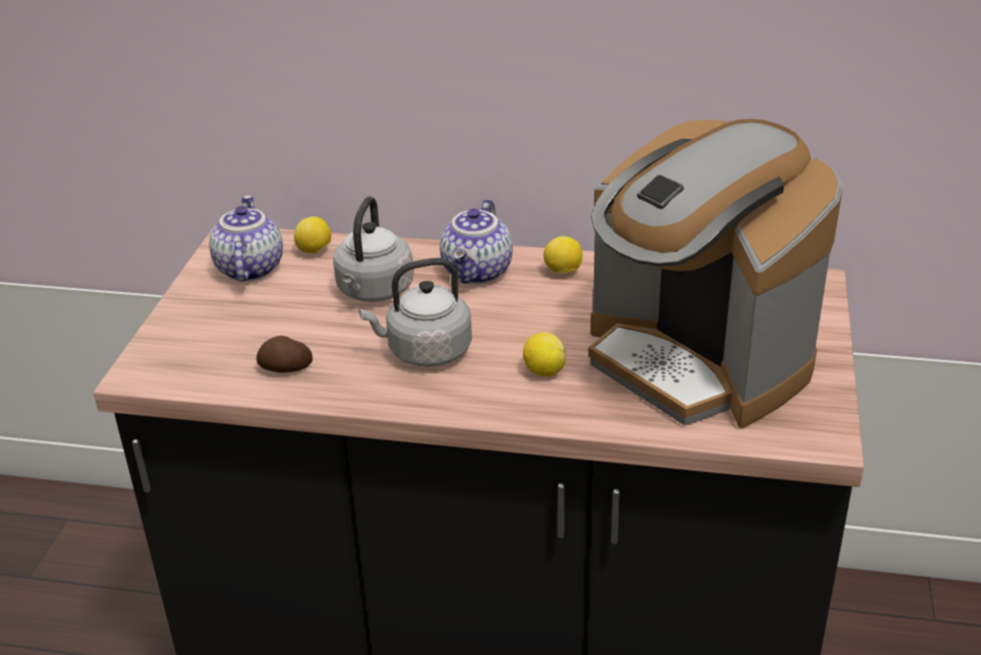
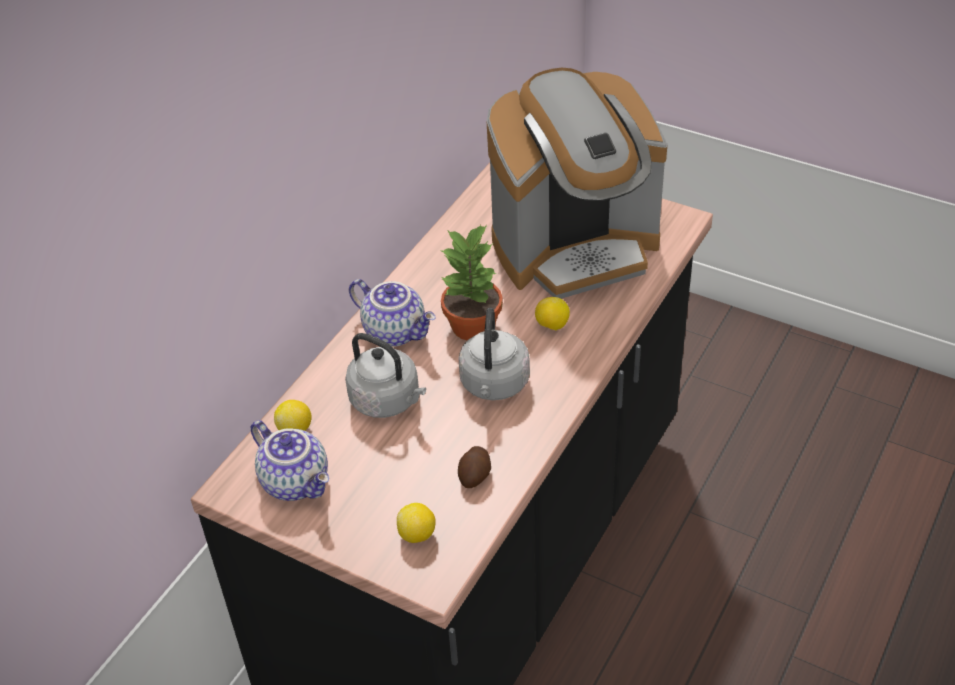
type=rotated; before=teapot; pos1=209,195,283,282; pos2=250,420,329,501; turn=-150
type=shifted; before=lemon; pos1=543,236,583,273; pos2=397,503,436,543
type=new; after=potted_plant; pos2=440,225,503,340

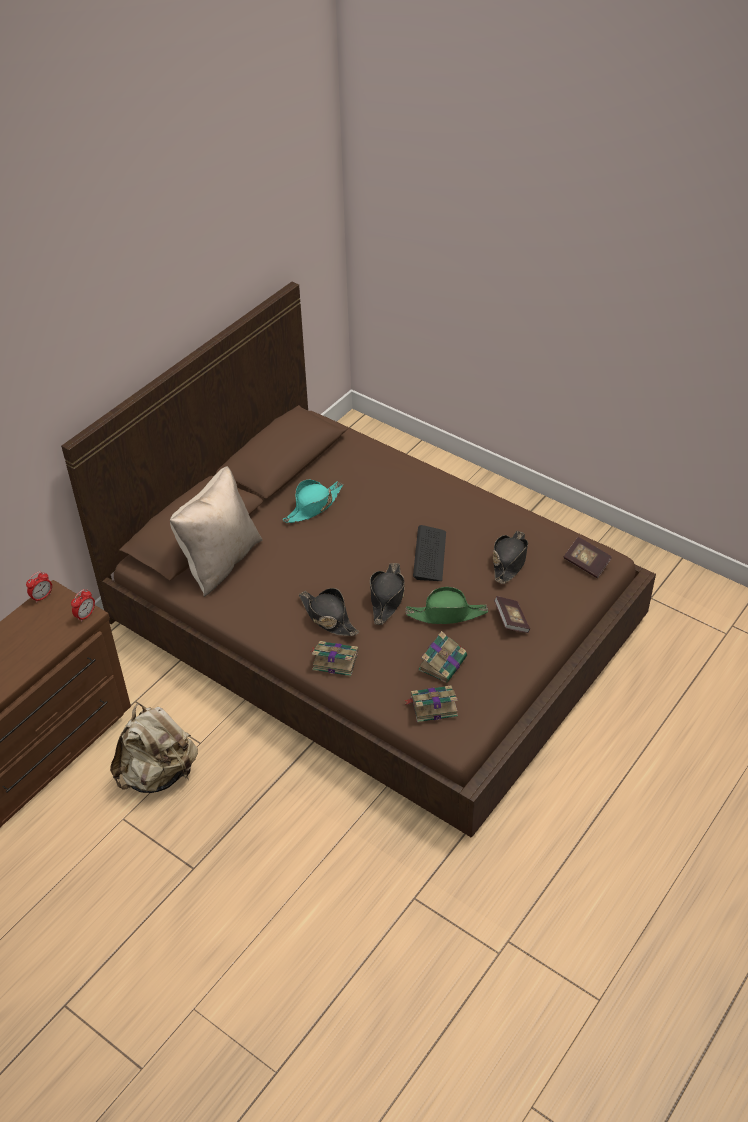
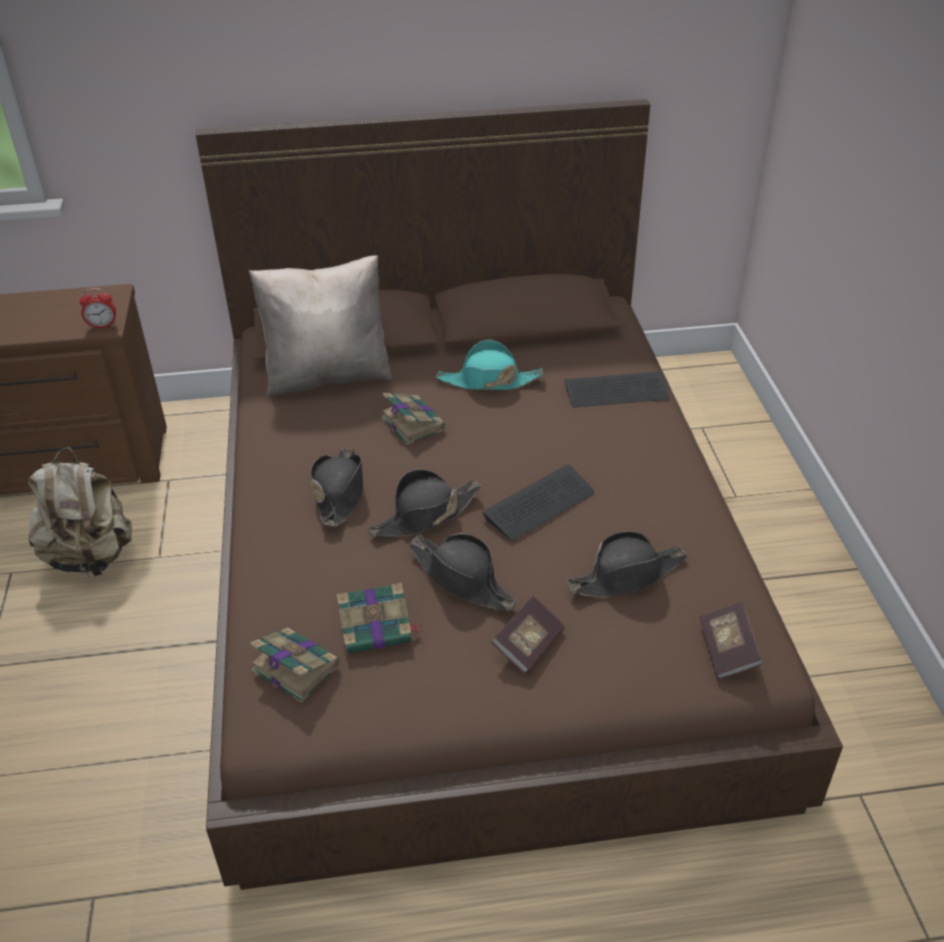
type=gone; before=alarm_clock; pos1=26,571,52,603
type=shifted; before=book; pos1=310,641,358,676; pos2=381,393,445,445
type=repainted; before=green_hat; after=black_hat; pos1=406,587,488,624; pos2=408,533,517,611
type=new; after=keyboard; pos2=564,371,669,407

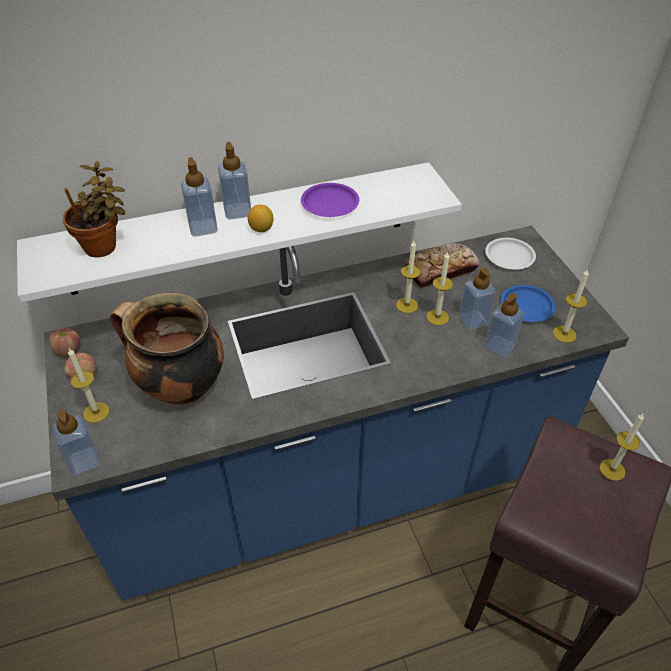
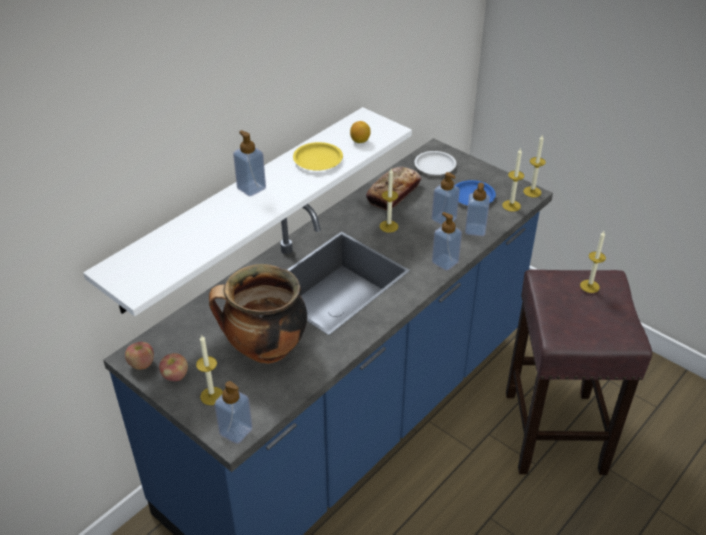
type=gone; before=potted_plant; pos1=63,161,125,257
type=shifted; before=soap_dispenser; pos1=181,157,218,237; pos2=432,212,462,271
type=shifted; before=lemon; pos1=248,205,274,232; pos2=350,121,371,143
type=repainted; before=purple_plate; after=yellow_plate; pos1=301,183,359,217; pos2=293,142,343,171
type=shifted; before=candle; pos1=426,252,453,325; pos2=523,135,546,197

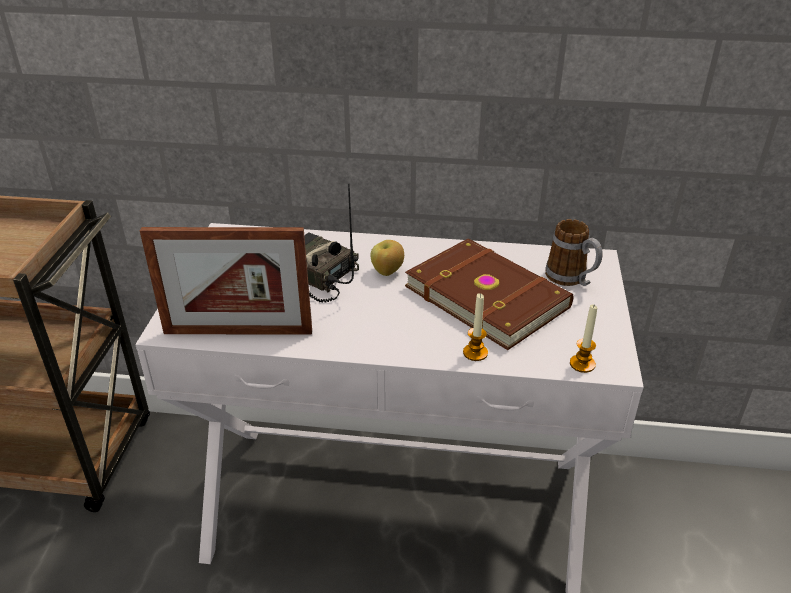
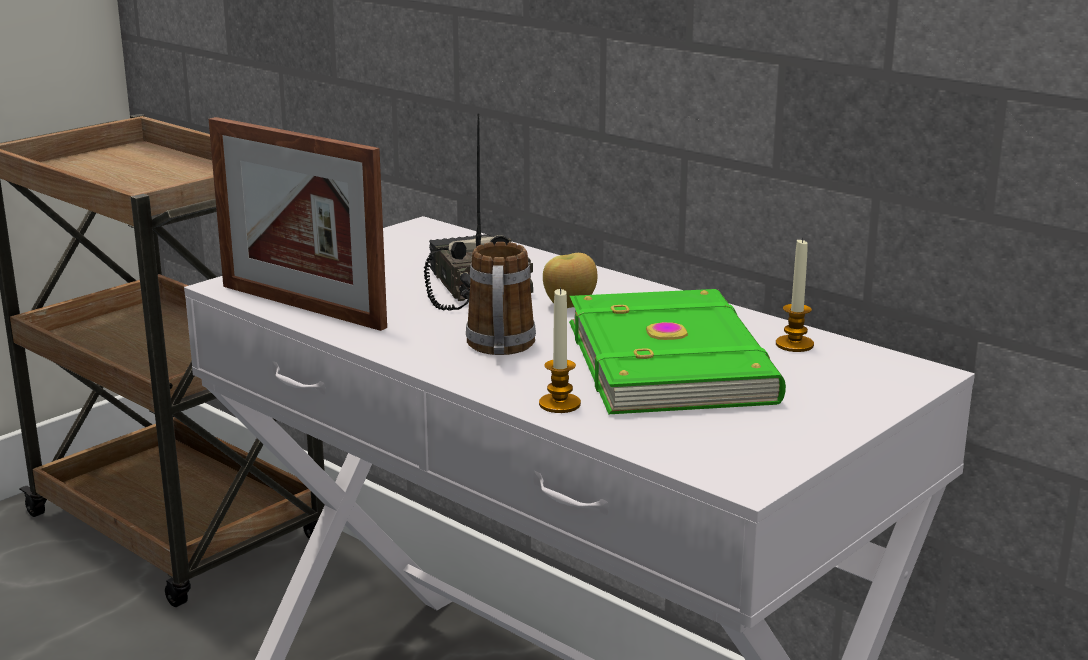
type=repainted; before=brown_book; after=green_book; pos1=405,238,574,350; pos2=569,289,786,414
type=shifted; before=mug; pos1=545,219,603,286; pos2=466,242,536,355
type=shifted; before=candle; pos1=570,305,597,373; pos2=776,237,814,352

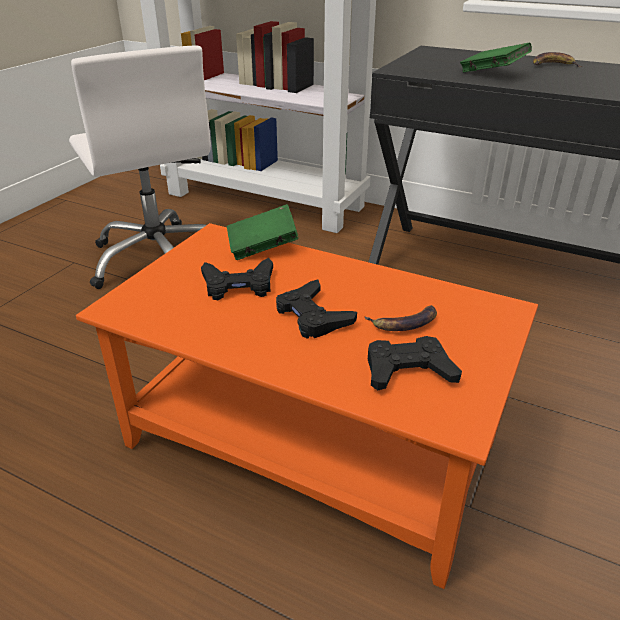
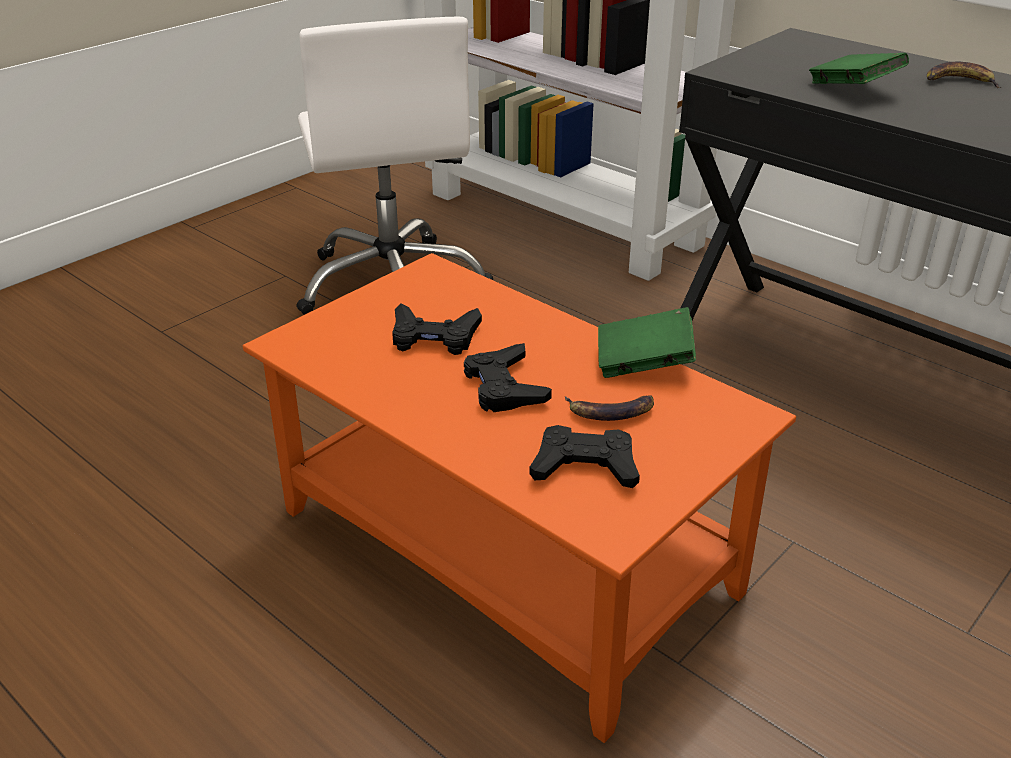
type=shifted; before=green_book; pos1=227,204,299,260; pos2=598,307,696,378

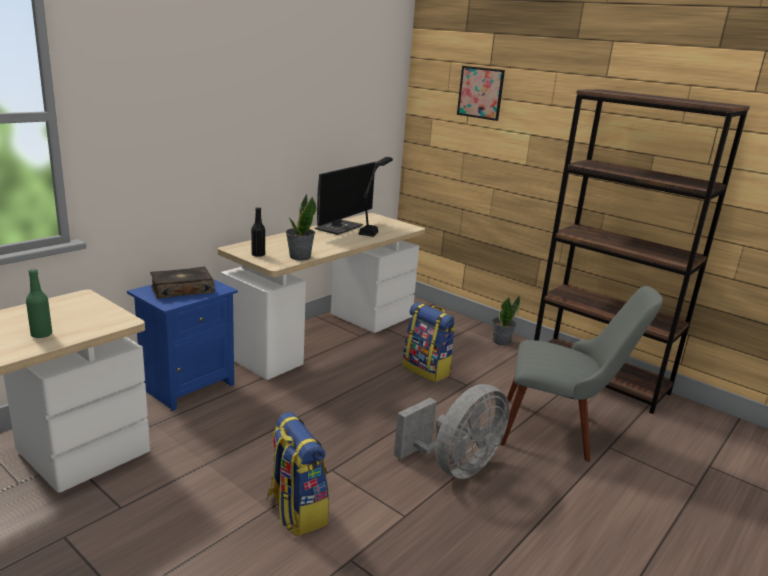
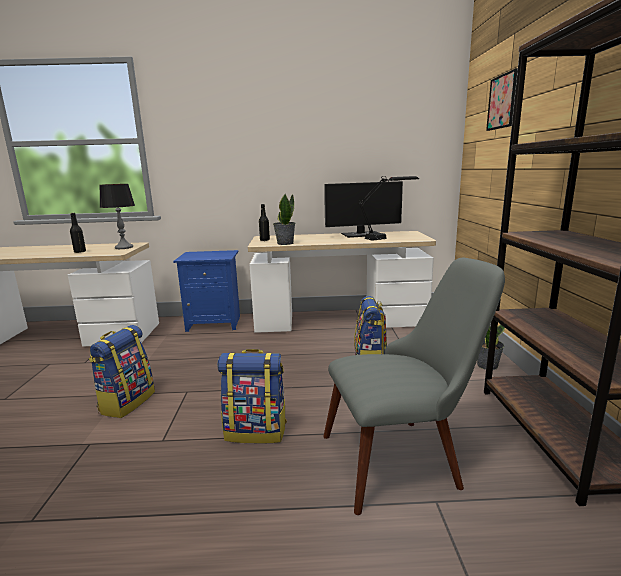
type=repainted; before=green_bottle; after=black_bottle; pos1=26,269,52,338; pos2=70,213,86,253
type=gone; before=book; pos1=150,266,215,299
type=swapped; before=grey_fan; after=backpack; pos1=394,384,509,479; pos2=217,349,287,444
type=rotated; before=grey_chair; pos1=500,286,663,462; pos2=323,258,505,515; turn=-75
type=new; after=table_lamp; pos2=100,184,135,249

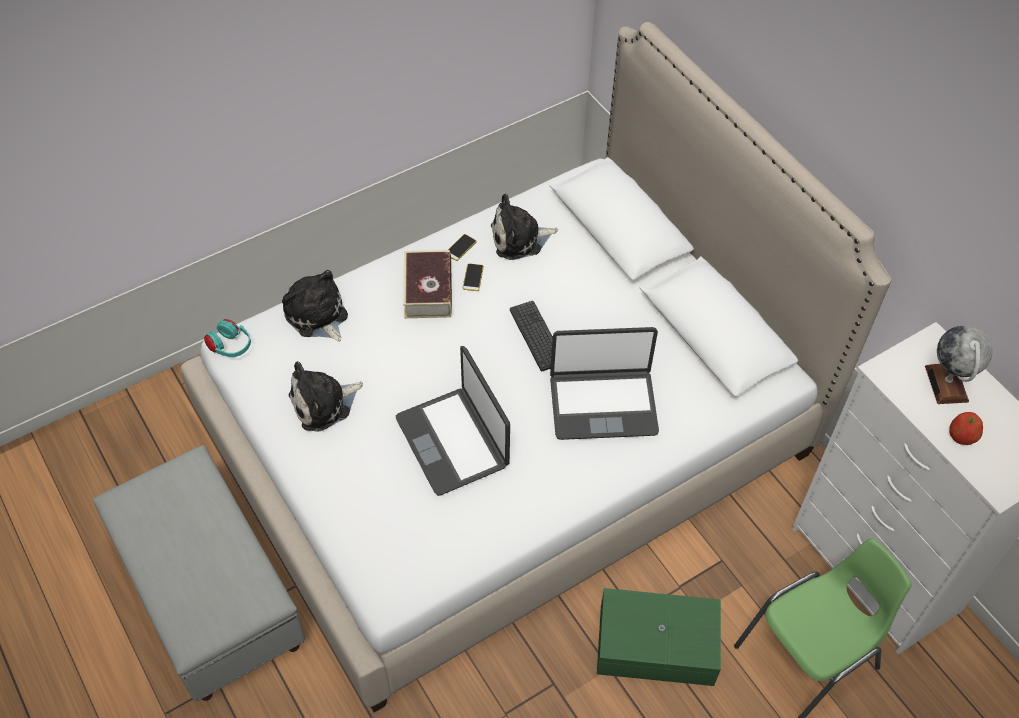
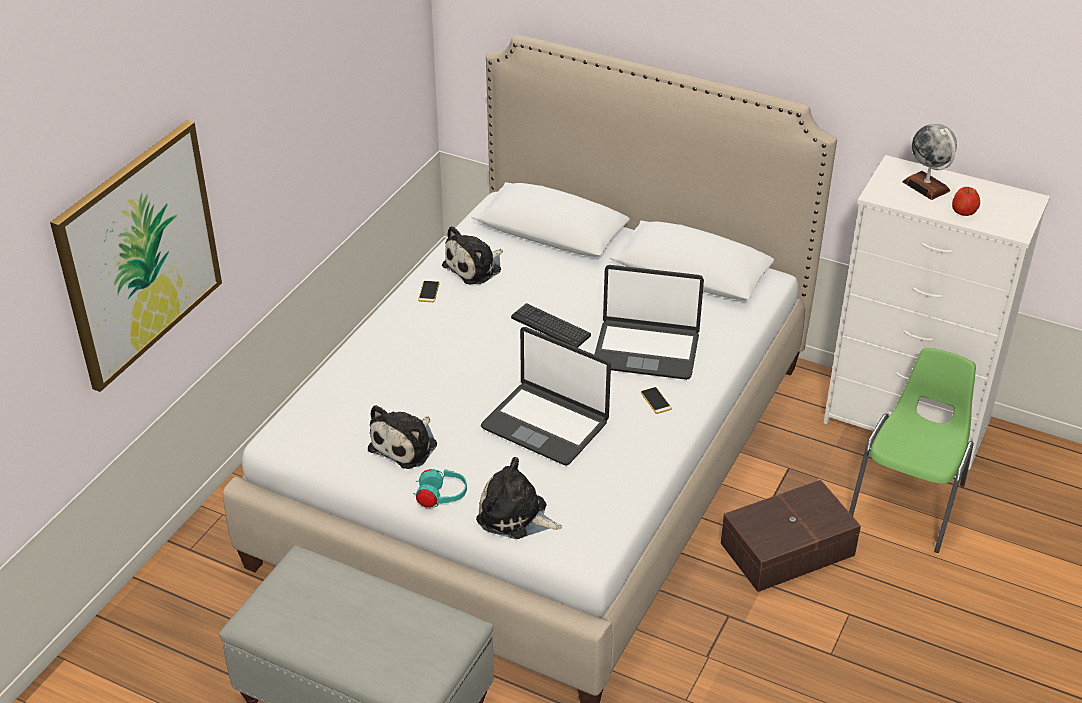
type=shifted; before=turquoise_headphones; pos1=204,319,251,357; pos2=413,469,467,508
type=shifted; before=plush_toy; pos1=282,270,348,342; pos2=476,457,562,539
type=gone; before=book; pos1=403,250,452,318
type=shifted; before=phone; pos1=463,263,484,291; pos2=641,387,672,414
type=rotated; before=laptop; pos1=550,327,659,440; pos2=594,265,704,380; turn=45
type=repainted; before=green_storage_box; after=brown_storage_box; pos1=597,588,721,686; pos2=721,480,861,592
type=new; after=picture; pos2=50,120,222,392

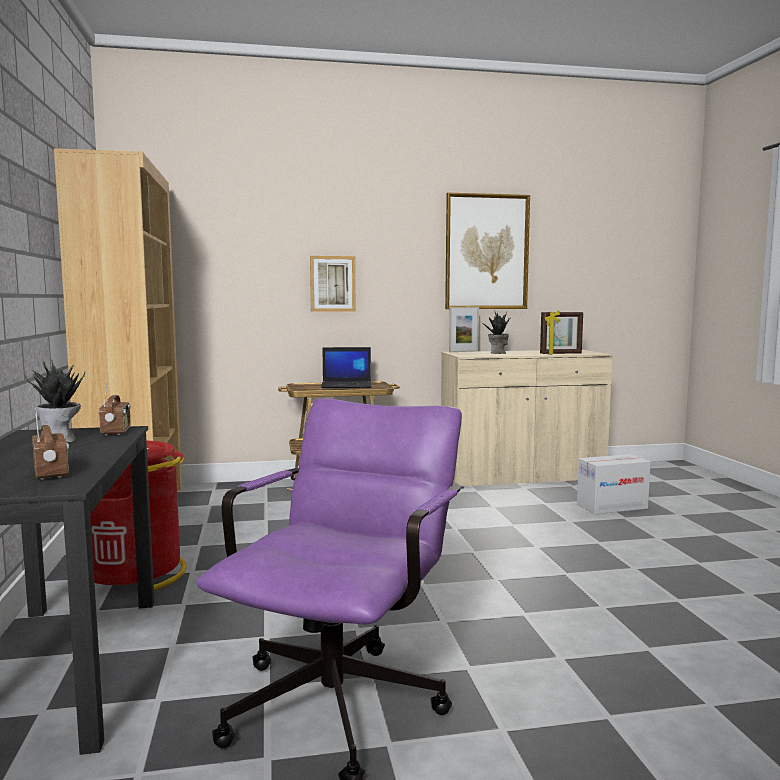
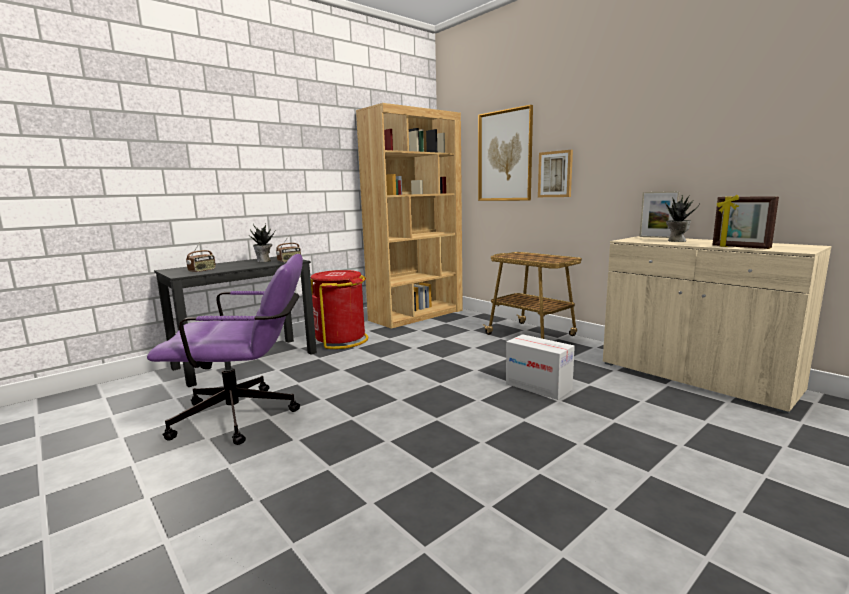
type=gone; before=laptop; pos1=321,347,371,388
type=shifted; before=picture; pos1=445,193,530,309; pos2=478,105,533,201
type=shifted; before=cardboard_box; pos1=577,454,651,514; pos2=506,334,575,400

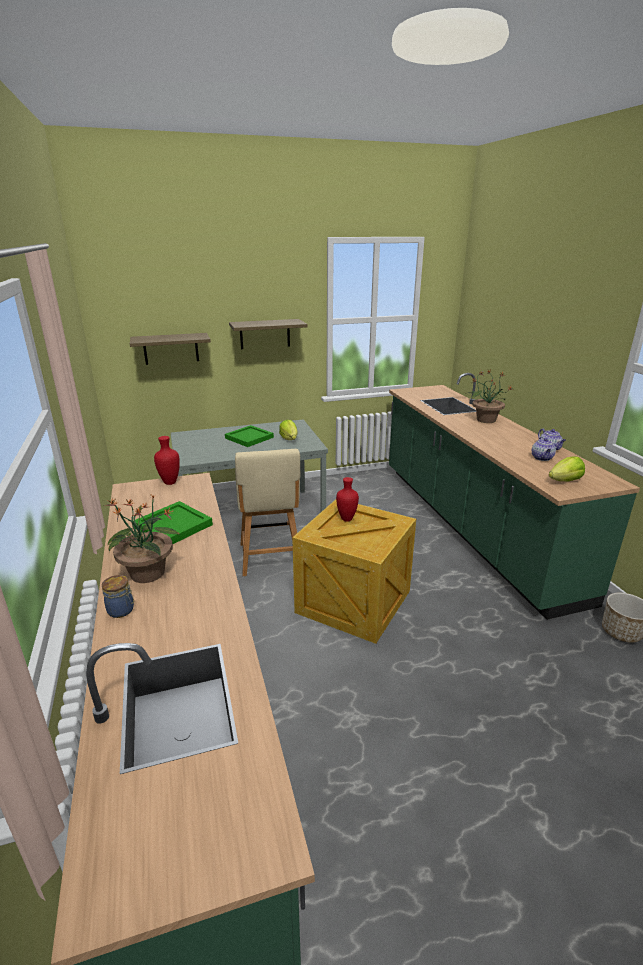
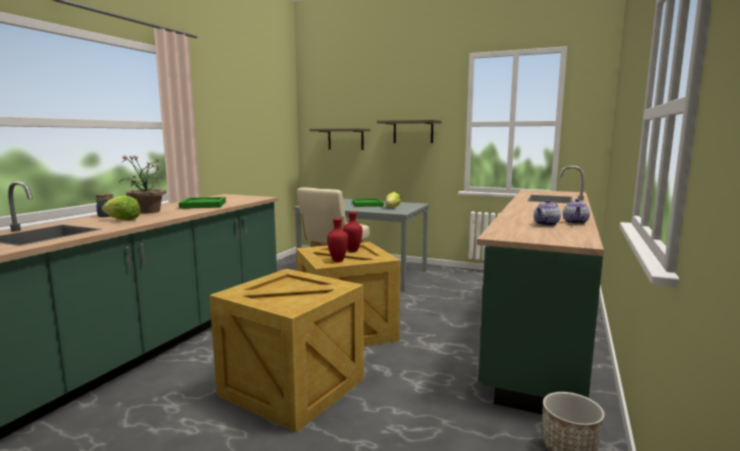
type=shifted; before=red_vase; pos1=154,436,180,485; pos2=327,218,348,262
type=gone; before=potted_plant; pos1=468,370,513,423
type=shifted; before=lettuce; pos1=549,456,585,481; pos2=102,195,141,220
type=new; after=crate; pos2=209,269,364,433

